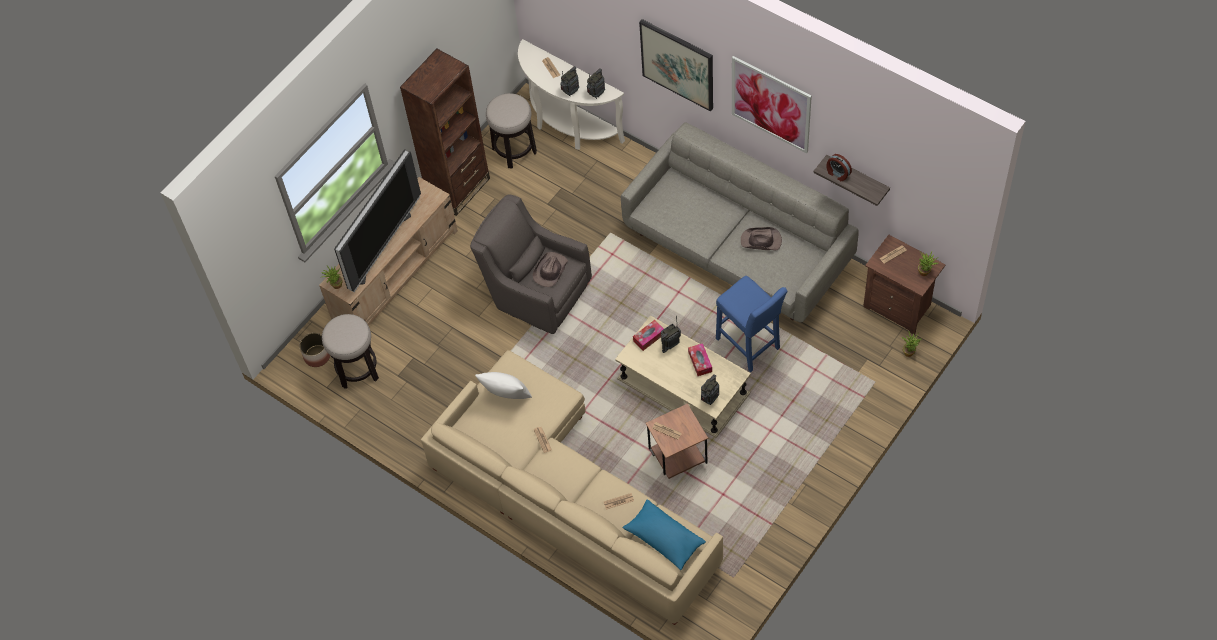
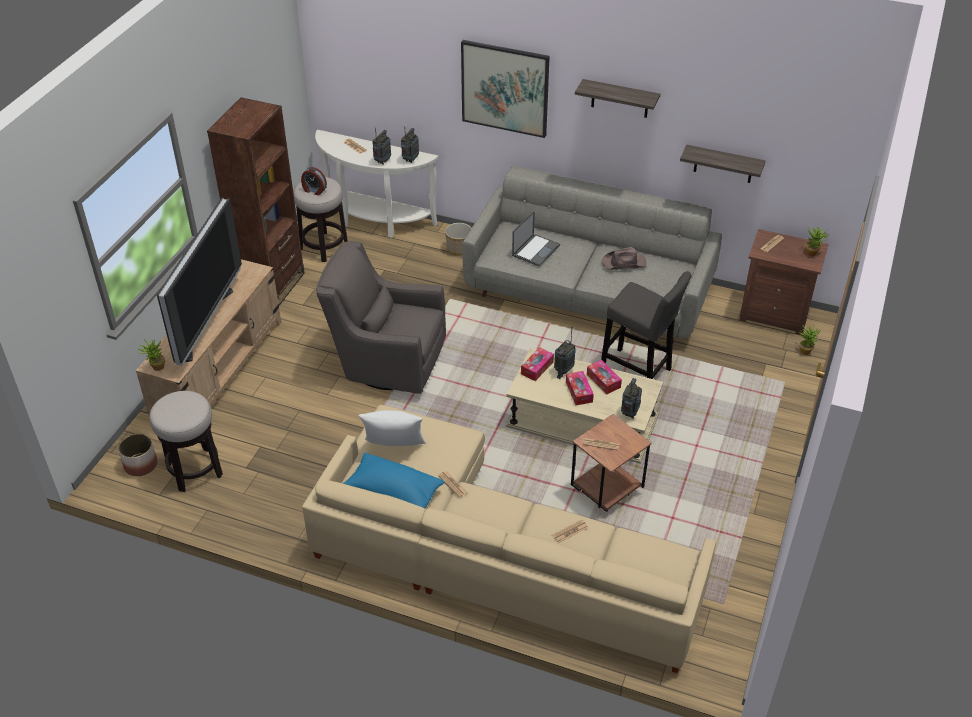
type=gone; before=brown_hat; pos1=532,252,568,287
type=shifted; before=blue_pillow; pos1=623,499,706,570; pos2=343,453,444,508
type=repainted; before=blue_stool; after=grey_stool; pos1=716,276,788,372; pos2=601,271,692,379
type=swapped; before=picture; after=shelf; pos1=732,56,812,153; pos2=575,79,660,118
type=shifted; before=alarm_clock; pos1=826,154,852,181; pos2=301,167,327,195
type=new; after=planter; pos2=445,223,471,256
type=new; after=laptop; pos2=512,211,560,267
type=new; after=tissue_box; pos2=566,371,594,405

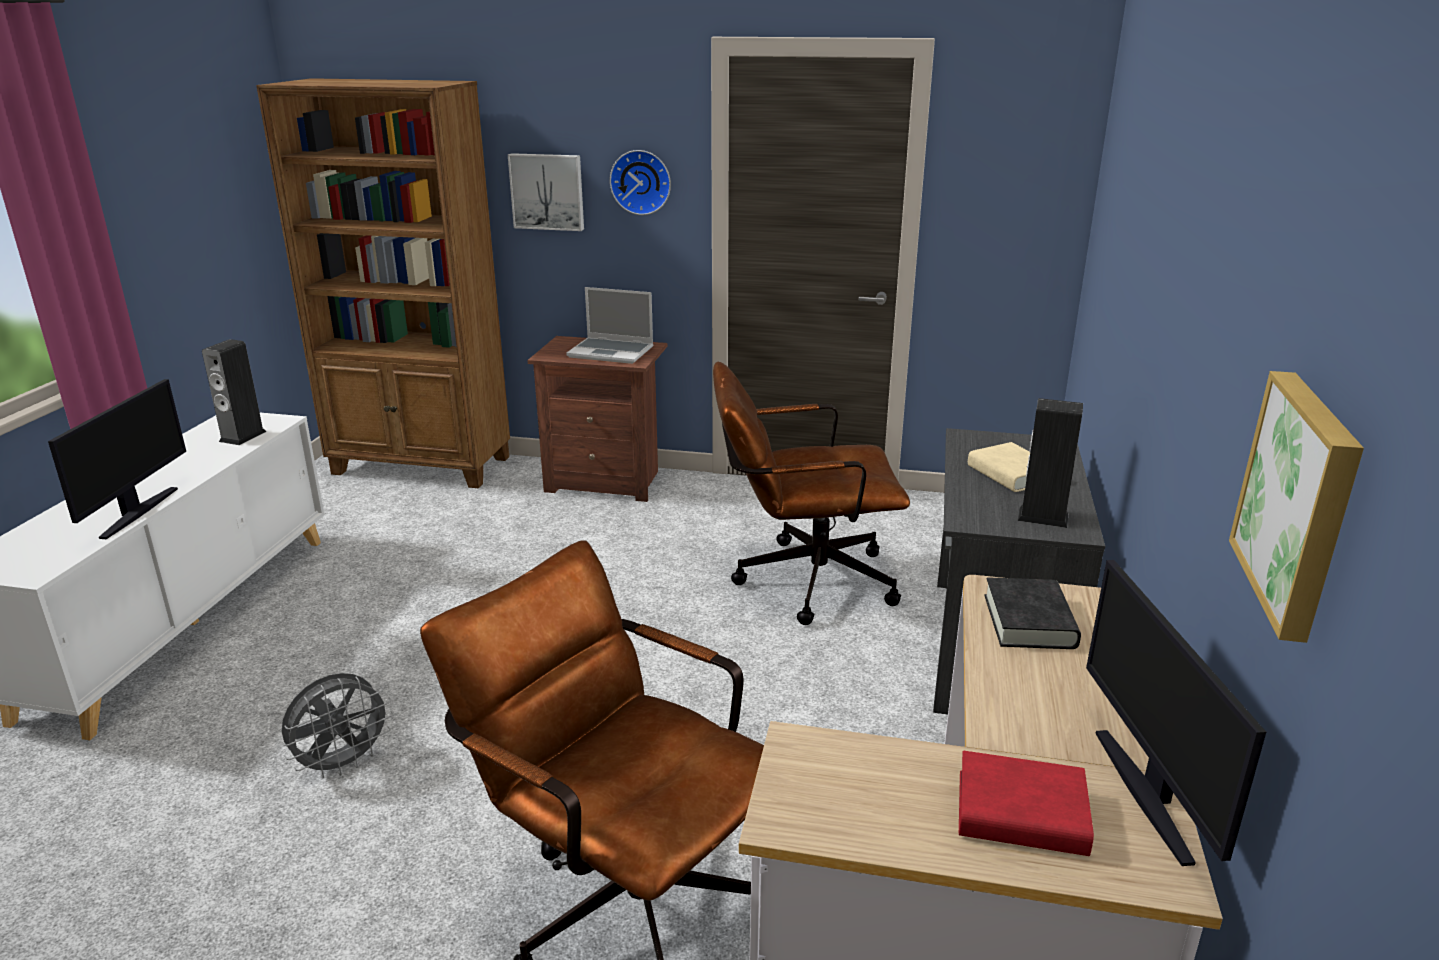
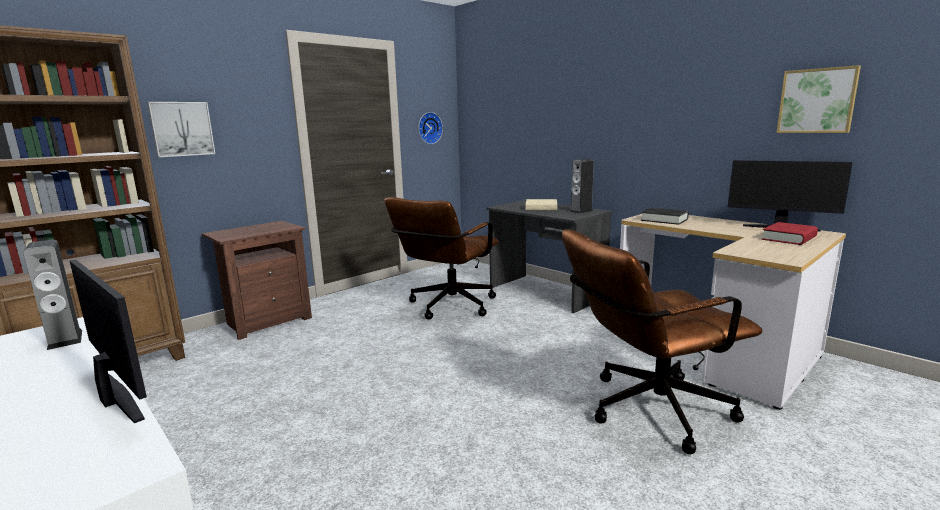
type=gone; before=grey_fan; pos1=282,673,393,779
type=gone; before=laptop; pos1=566,287,653,364
type=shifted; before=wall_clock; pos1=610,150,671,215; pos2=418,112,443,144

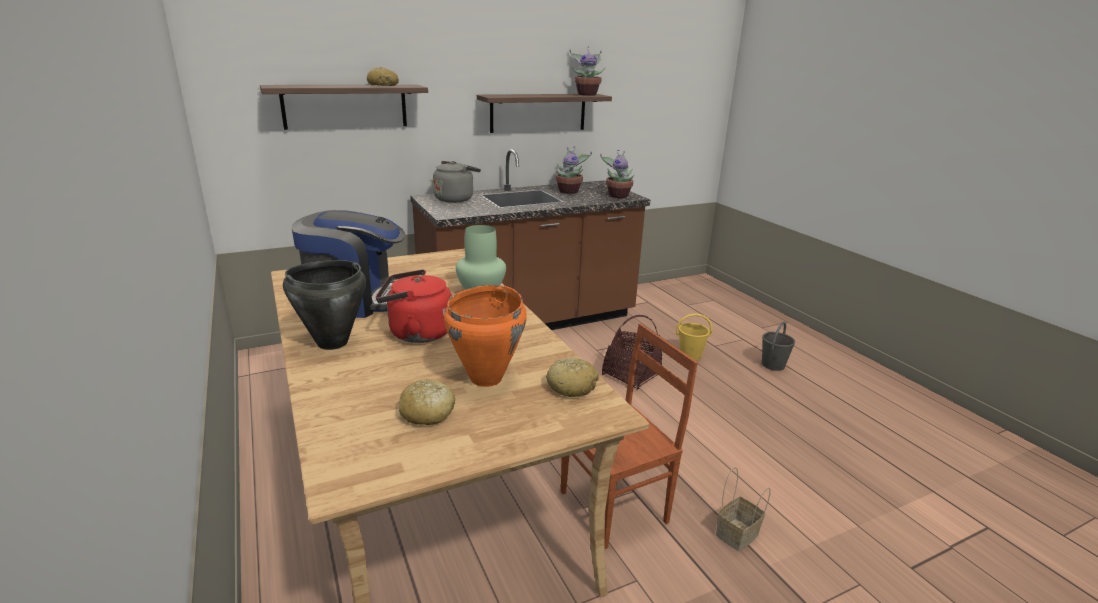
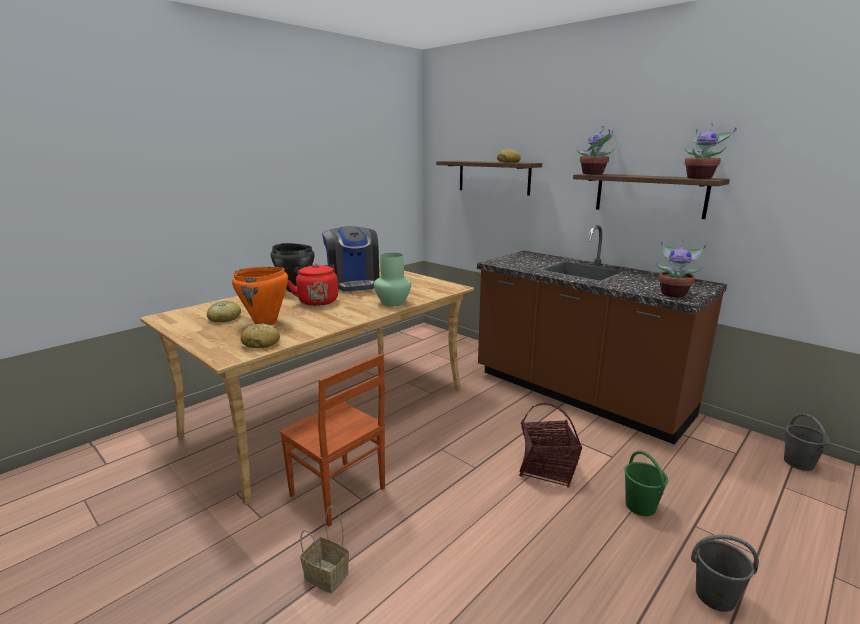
type=gone; before=grey_kettle; pos1=433,161,481,203
type=shifted; before=potted_plant; pos1=556,147,592,194; pos2=576,126,615,175
type=repainted; before=yellow_bucket; after=green_bucket; pos1=676,314,712,361; pos2=624,451,668,516
type=new; after=grey_bucket; pos2=784,413,830,471

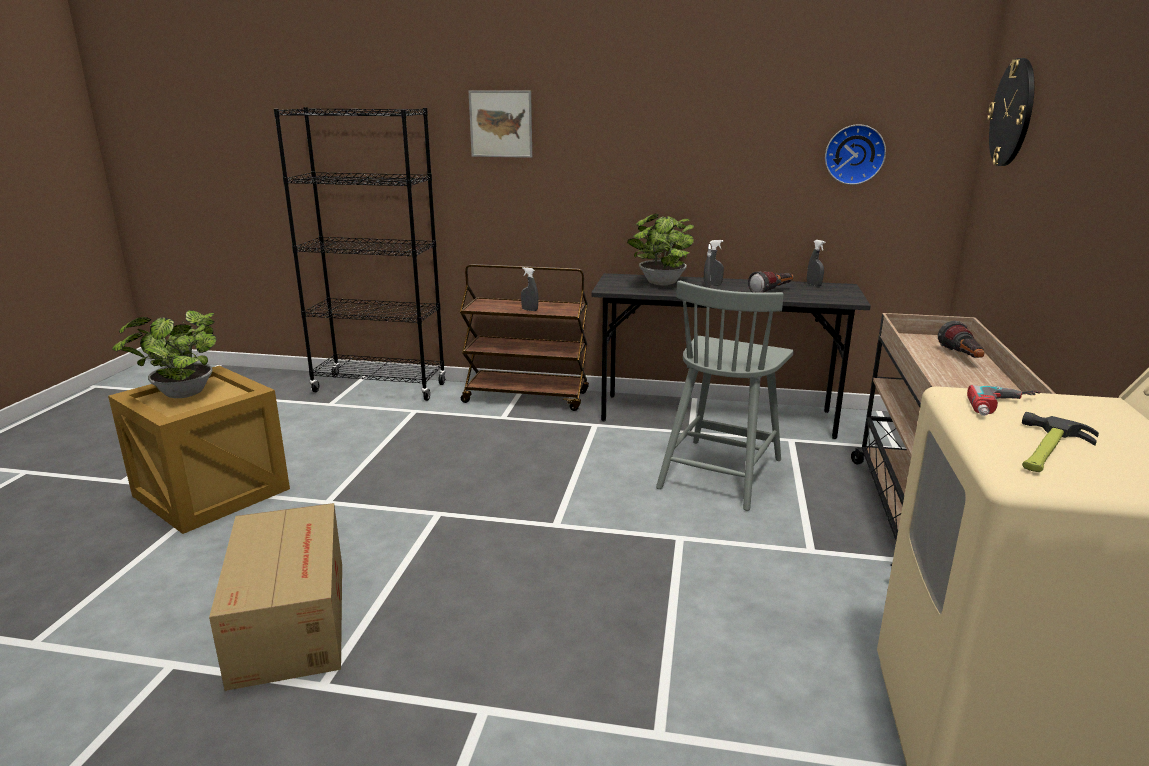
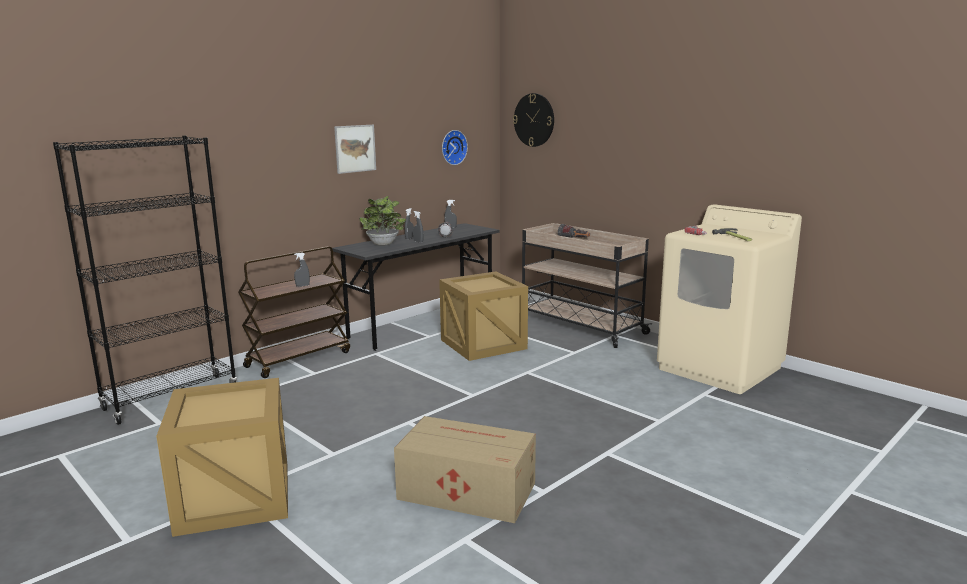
type=gone; before=potted_plant; pos1=112,310,216,398
type=shifted; before=picture; pos1=469,90,532,158; pos2=334,125,376,174
type=swapped; before=grey_chair; after=crate; pos1=656,281,794,511; pos2=439,272,528,361

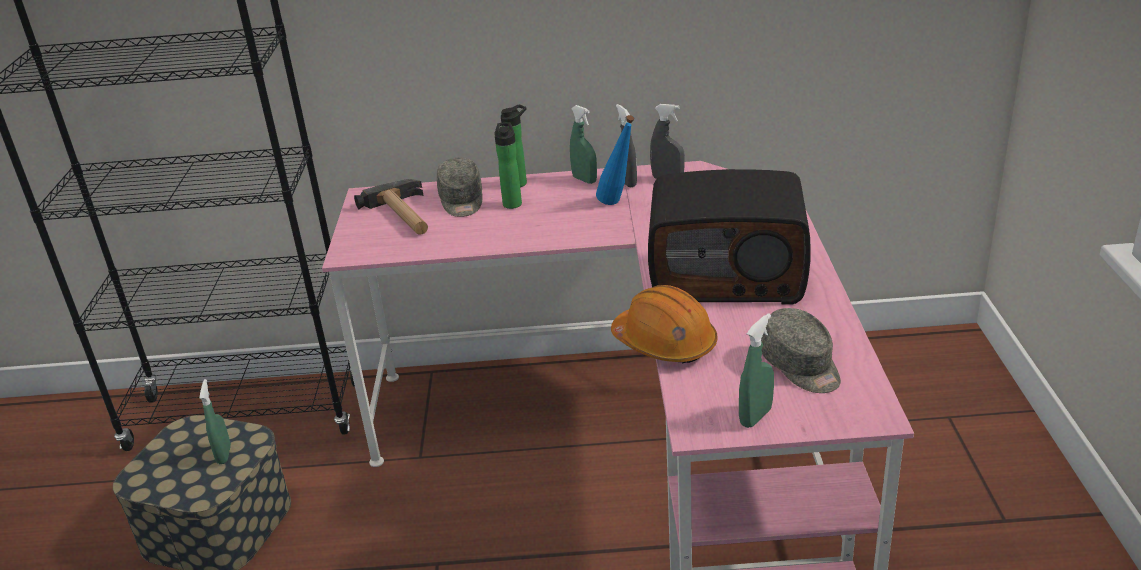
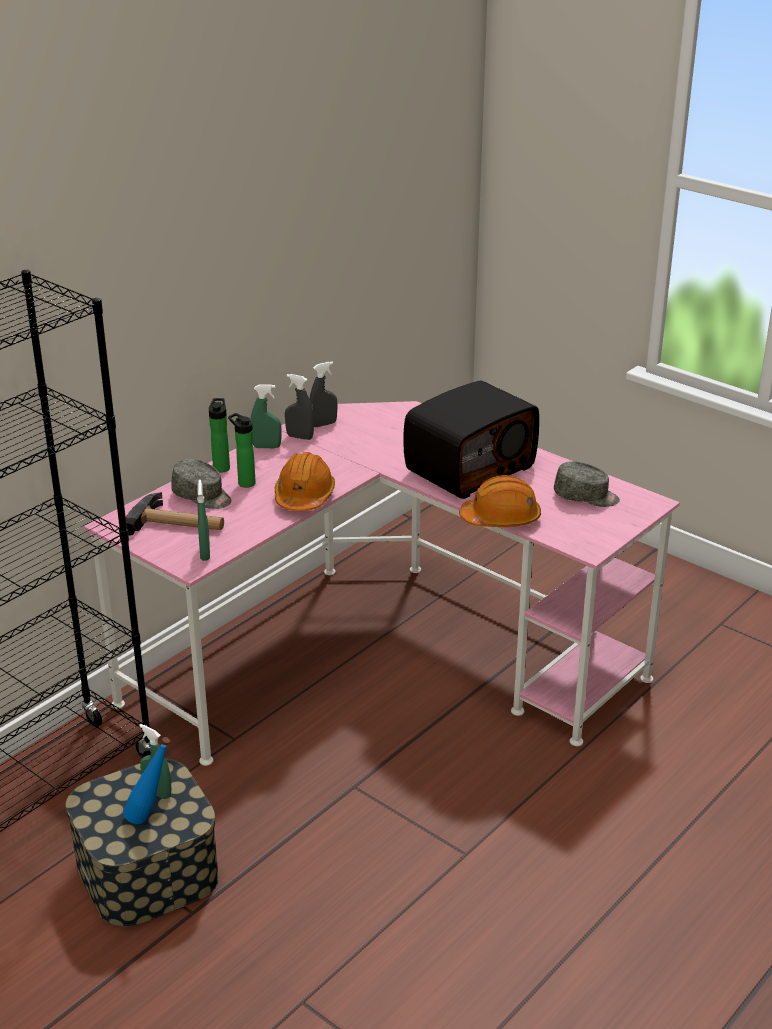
type=shifted; before=blue_bottle; pos1=596,115,634,205; pos2=123,737,170,824
type=shifted; before=green_spray_bottle; pos1=739,313,774,428; pos2=197,480,210,561
type=new; after=orange_hard_hat; pos2=275,452,335,511

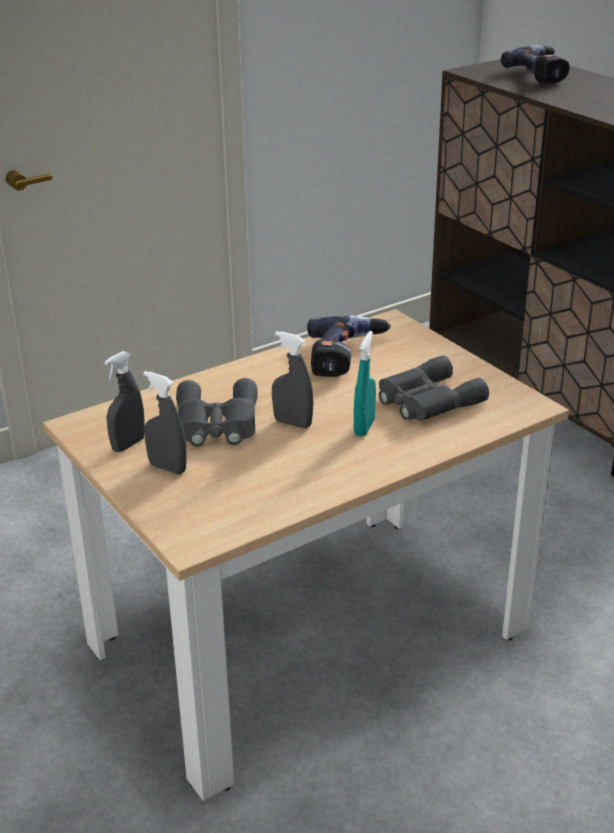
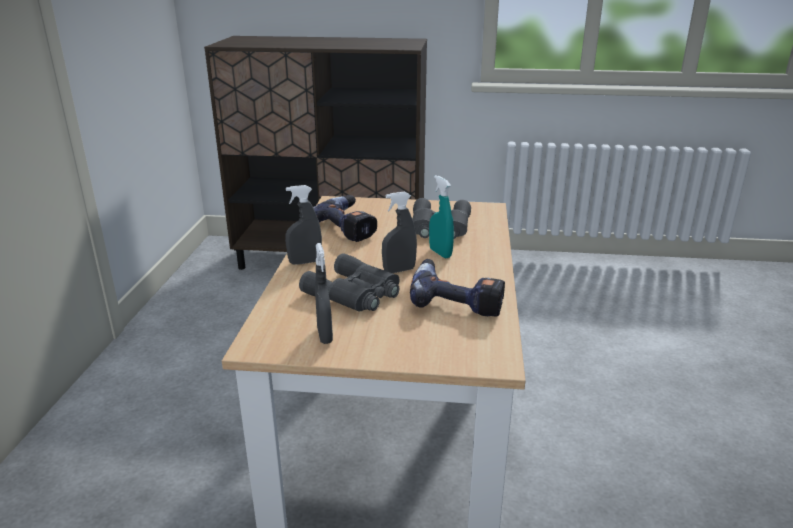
type=shifted; before=grey_spray_bottle; pos1=143,371,187,474; pos2=285,185,322,265
type=shifted; before=power_drill; pos1=501,45,569,84; pos2=410,259,505,317

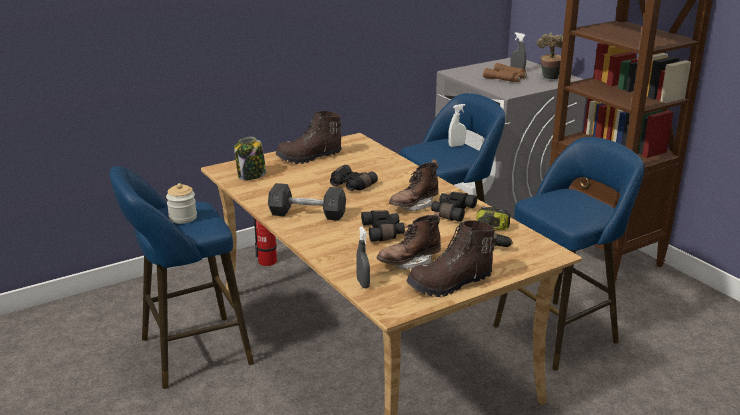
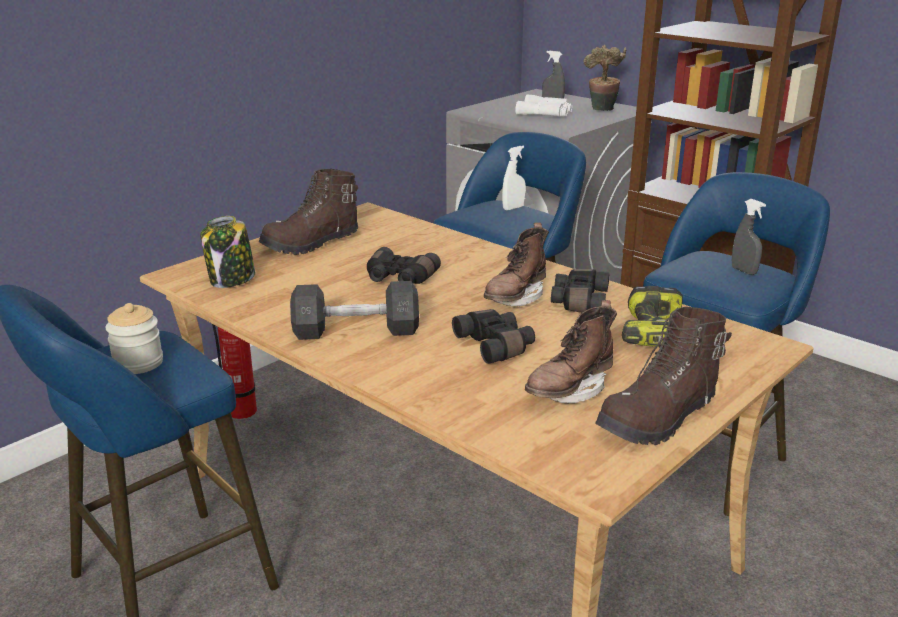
type=shifted; before=grey_spray_bottle; pos1=356,226,370,288; pos2=732,199,766,275
type=repainted; before=brown_binoculars; after=white_binoculars; pos1=483,63,527,82; pos2=516,95,572,117

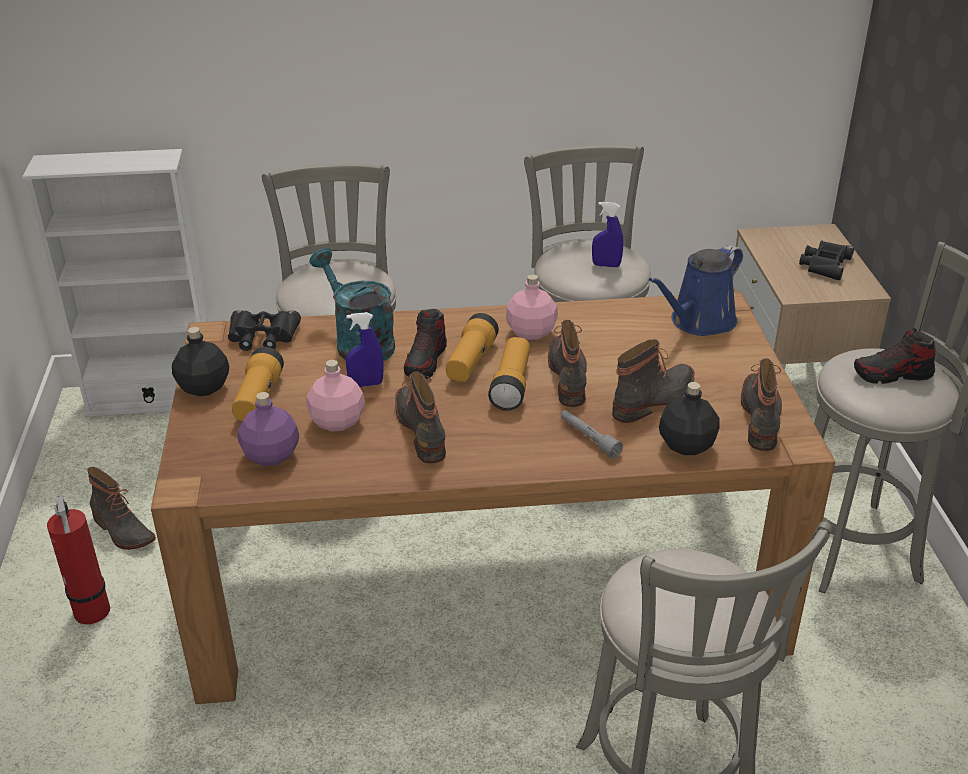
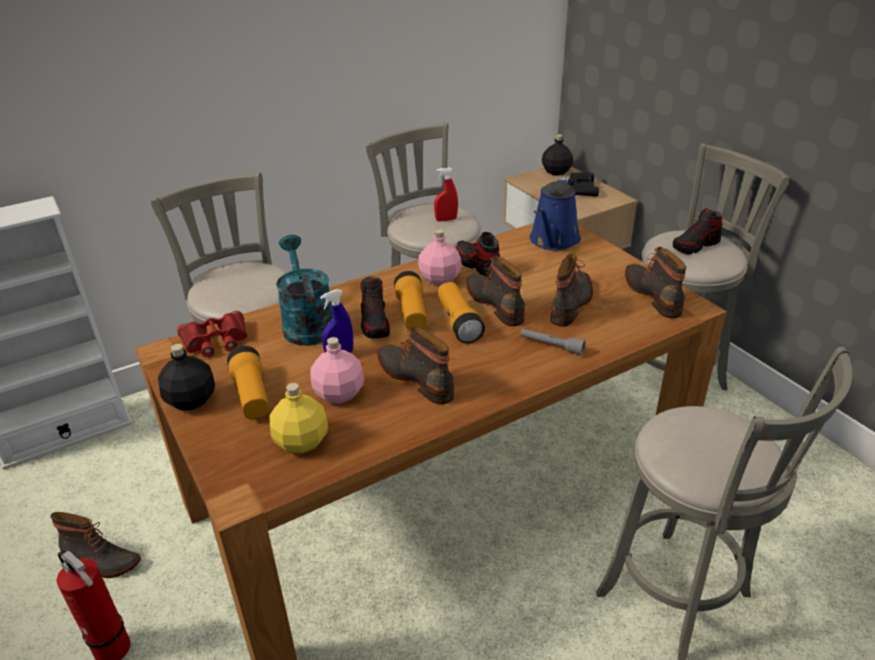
type=repainted; before=black_binoculars; after=red_binoculars; pos1=228,310,301,351; pos2=177,311,247,357
type=repainted; before=purple_bottle; after=yellow_bottle; pos1=238,392,299,466; pos2=269,383,328,453
type=rotated; before=turquoise_watering_can; pos1=309,248,395,361; pos2=276,235,333,346; turn=45
type=repainted; before=blue_spray_bottle; after=red_spray_bottle; pos1=592,202,623,267; pos2=434,168,458,221
type=shifted; before=black_bottle; pos1=659,382,720,455; pos2=542,134,573,175
type=new; after=shoe; pos2=456,232,500,278

